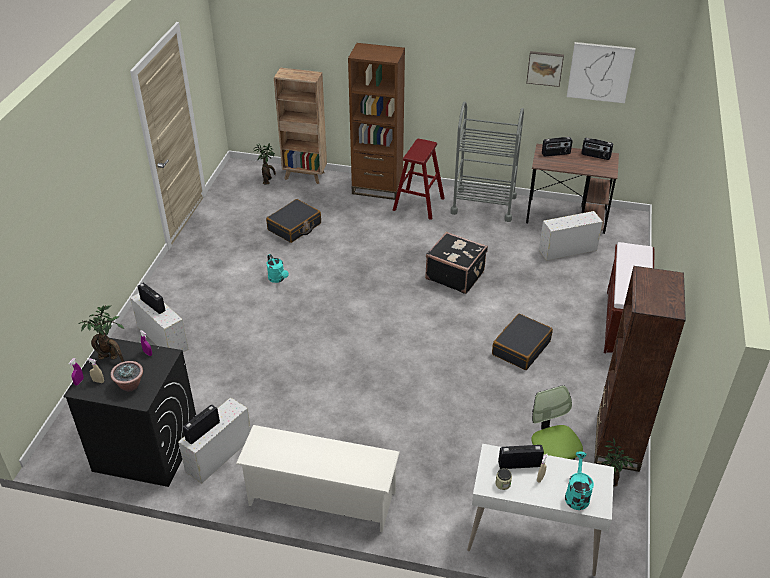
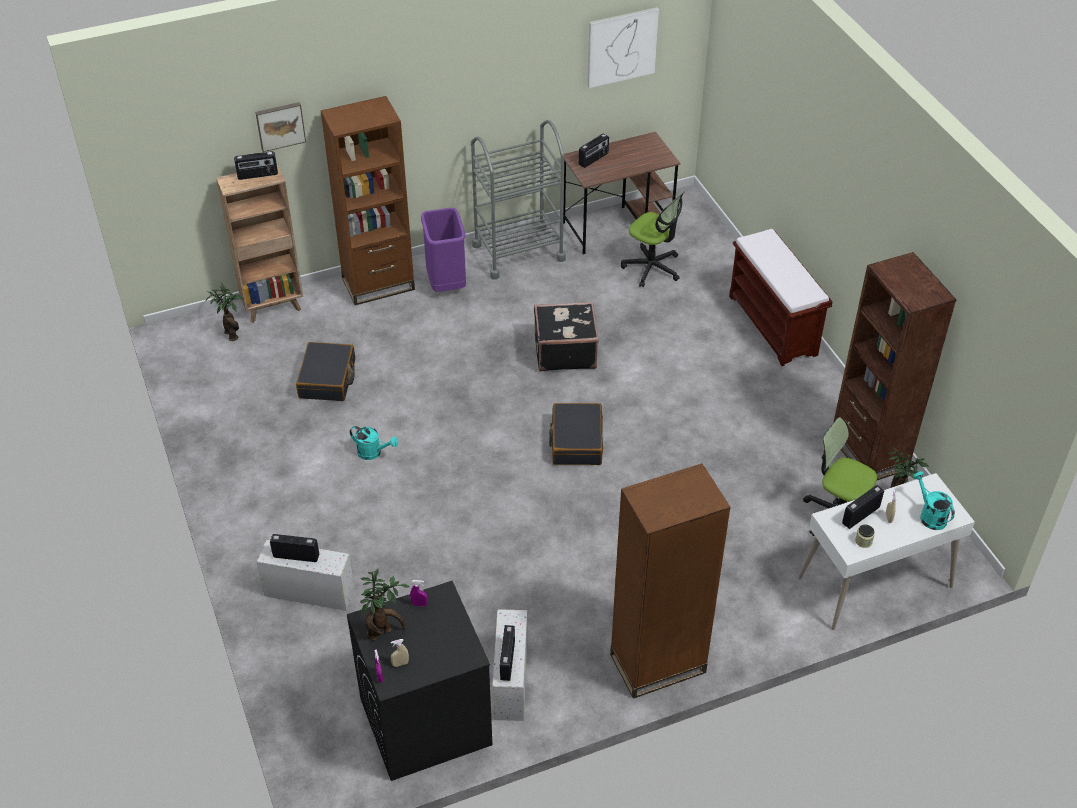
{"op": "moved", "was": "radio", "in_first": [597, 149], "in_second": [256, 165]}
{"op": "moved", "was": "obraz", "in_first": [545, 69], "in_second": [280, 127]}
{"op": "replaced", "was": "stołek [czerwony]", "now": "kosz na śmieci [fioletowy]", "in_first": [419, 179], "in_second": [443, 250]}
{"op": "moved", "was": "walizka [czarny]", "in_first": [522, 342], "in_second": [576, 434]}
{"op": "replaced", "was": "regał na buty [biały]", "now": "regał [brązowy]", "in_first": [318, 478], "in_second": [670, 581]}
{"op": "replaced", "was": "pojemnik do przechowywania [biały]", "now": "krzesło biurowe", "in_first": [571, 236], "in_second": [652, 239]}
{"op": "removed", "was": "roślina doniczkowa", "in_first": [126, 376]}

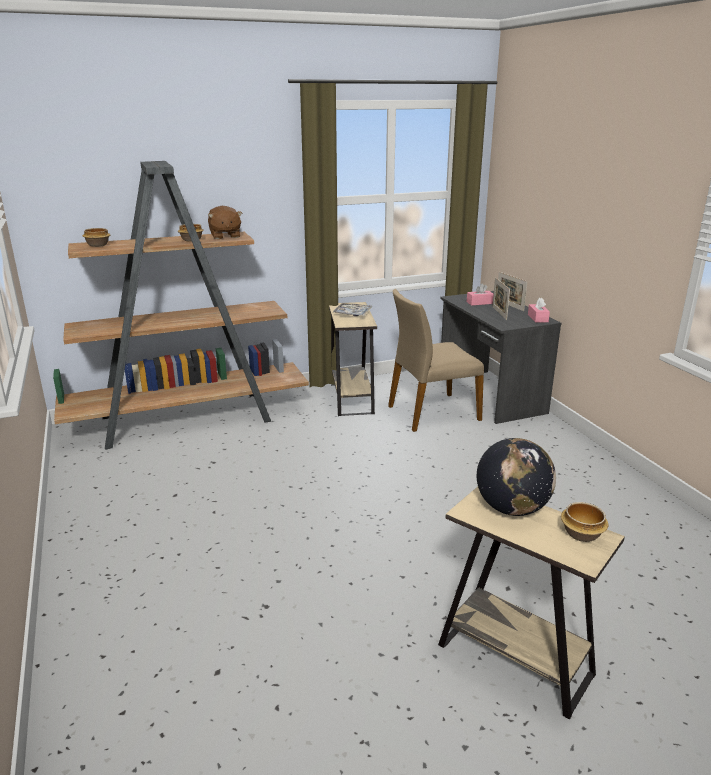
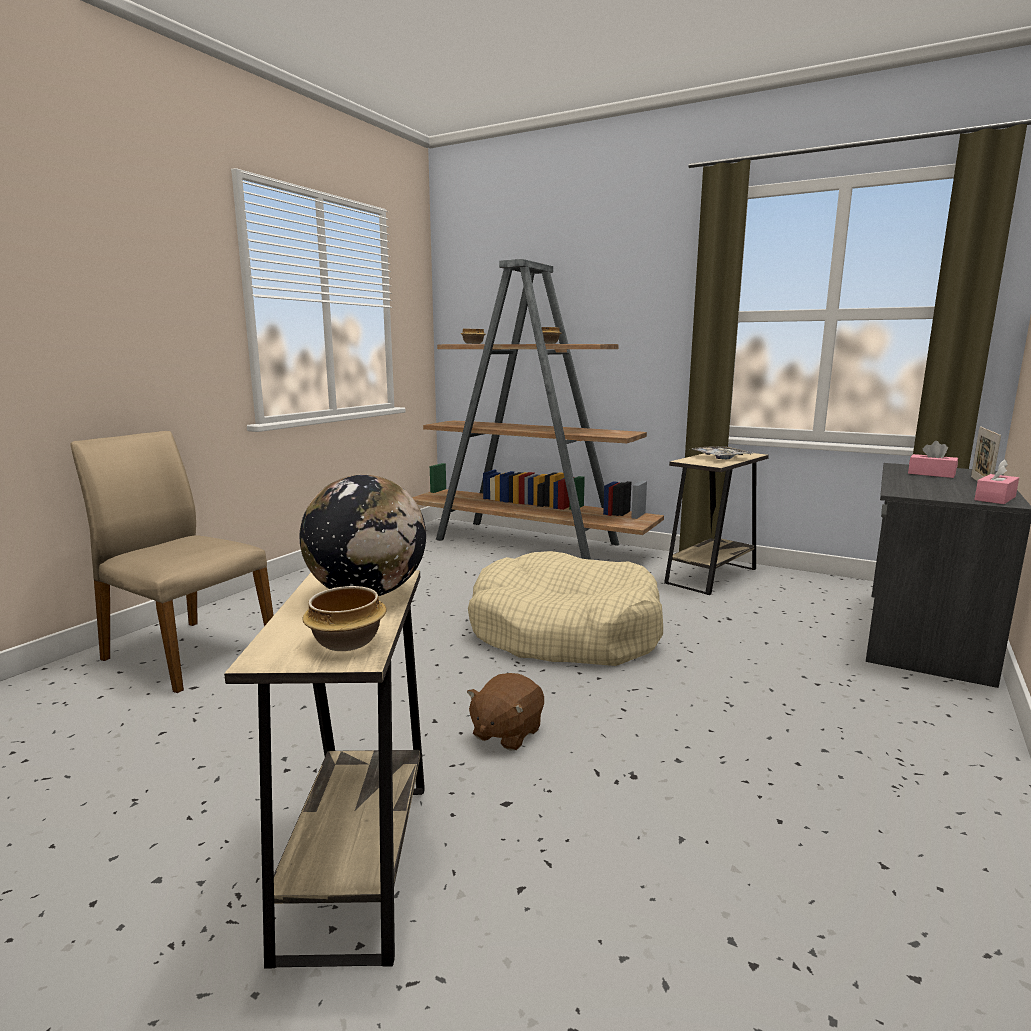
{"op": "moved", "was": "krzesło [beżowy]", "in_first": [436, 360], "in_second": [172, 562]}
{"op": "moved", "was": "pluszak [brązowy]", "in_first": [225, 222], "in_second": [505, 712]}
{"op": "added", "now": "legowisko [beżowy]", "in_second": [565, 608]}
{"op": "removed", "was": "ramka na zdjęcie", "in_first": [501, 298]}

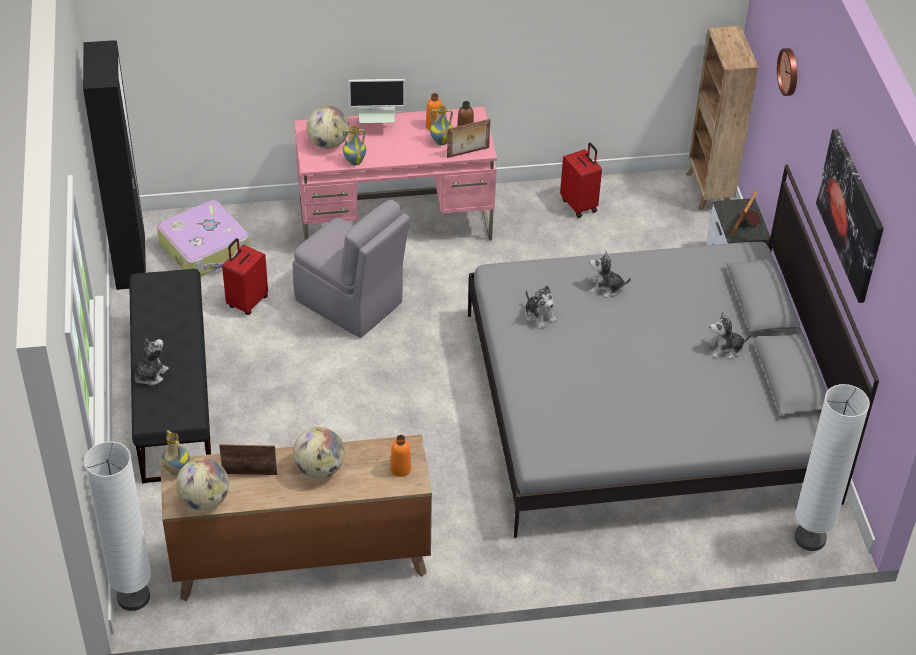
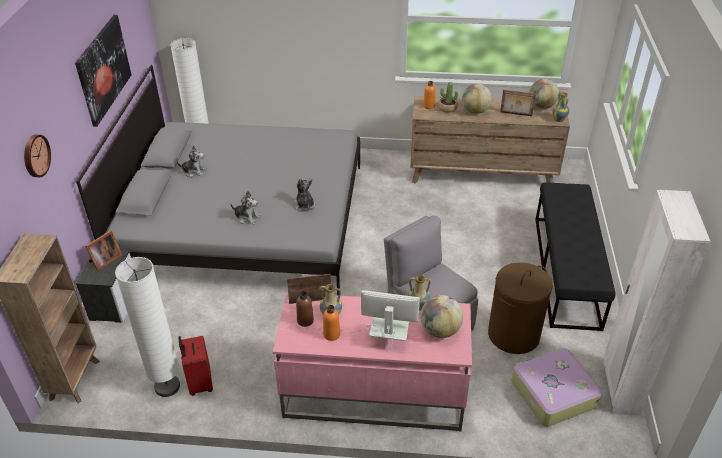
{"op": "moved", "was": "lampa stojąca [biały]", "in_first": [117, 526], "in_second": [147, 327]}
{"op": "added", "now": "roślina doniczkowa", "in_second": [448, 97]}
{"op": "replaced", "was": "walizka [czerwony]", "now": "kosz na pranie [brązowy]", "in_first": [245, 276], "in_second": [520, 308]}
{"op": "recoloured", "was": "szafa [czarny]", "now": "szafa [biały]", "in_first": [114, 165], "in_second": [656, 303]}
{"op": "removed", "was": "pluszak", "in_first": [151, 362]}

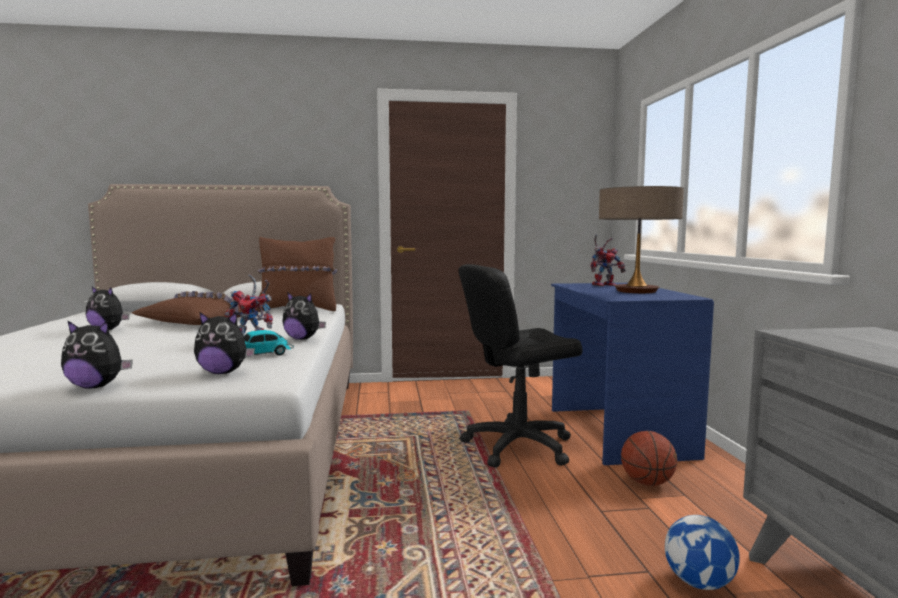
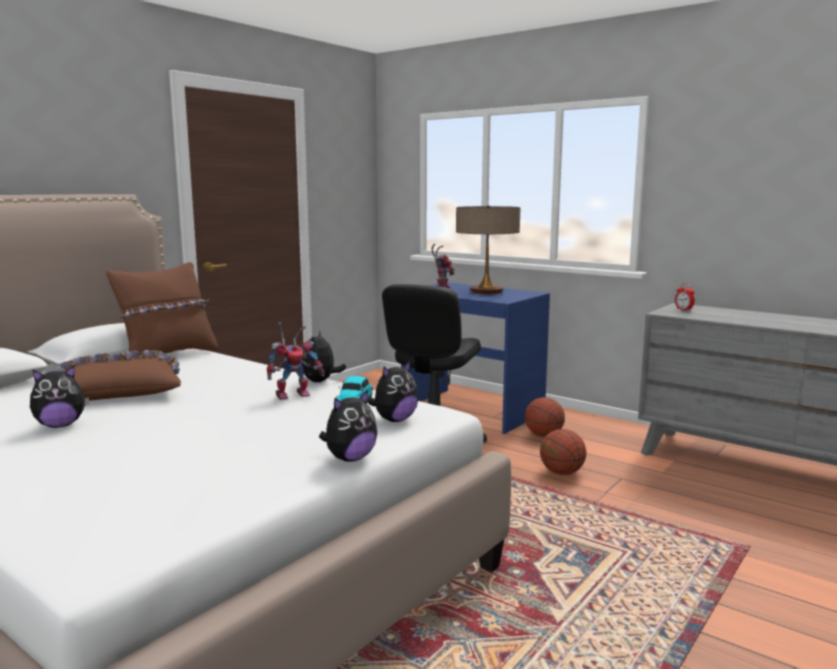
{"op": "turned", "was": "pluszak", "in_first": [304, 316], "in_second": [323, 356], "clockwise": 120}
{"op": "added", "now": "piłka do koszykówki", "in_second": [563, 452]}
{"op": "added", "now": "budzik", "in_second": [685, 297]}
{"op": "removed", "was": "piłka futbolowa", "in_first": [702, 552]}

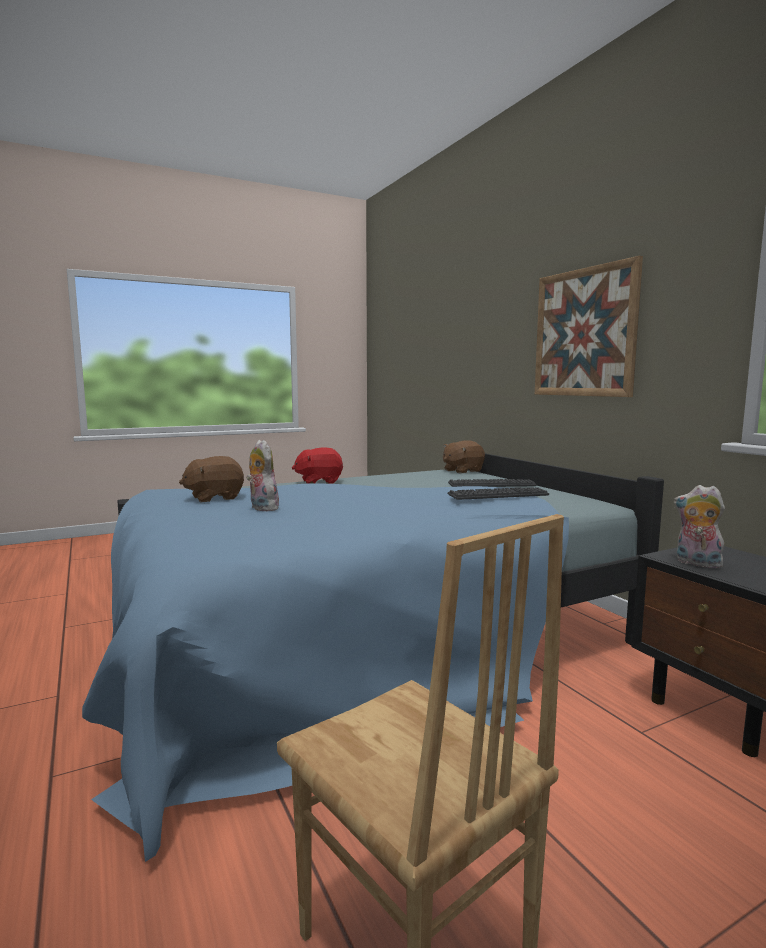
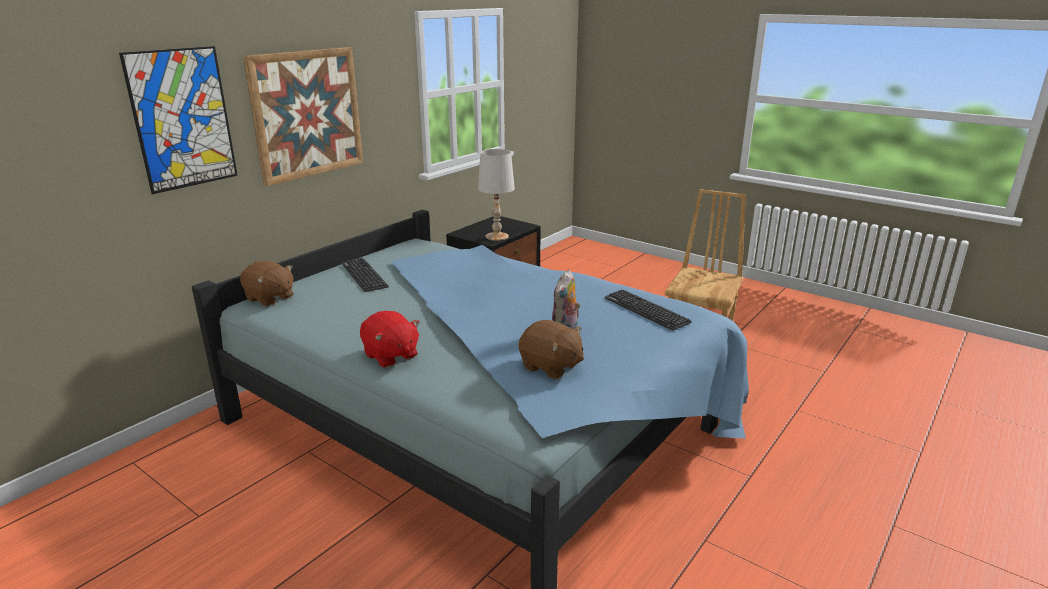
{"op": "added", "now": "obraz", "in_second": [178, 120]}
{"op": "replaced", "was": "pluszak", "now": "lampa stołowa [biały]", "in_first": [699, 526], "in_second": [496, 195]}
{"op": "moved", "was": "klawiatura", "in_first": [498, 493], "in_second": [648, 310]}

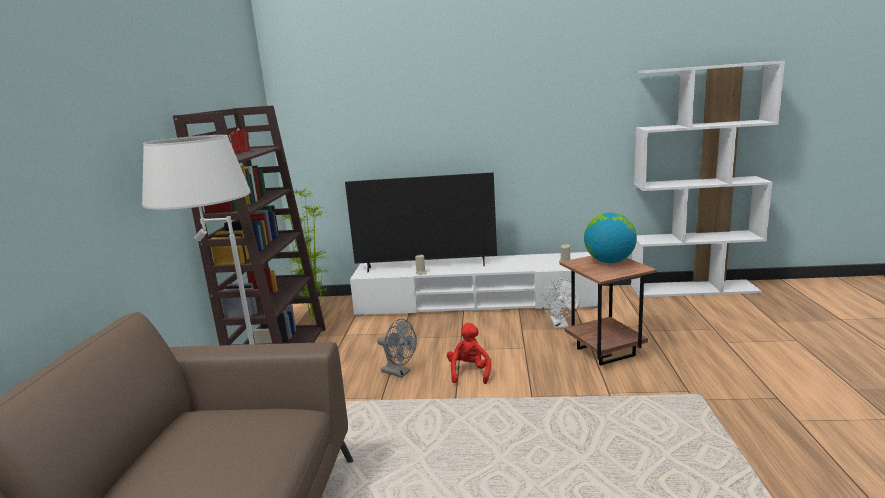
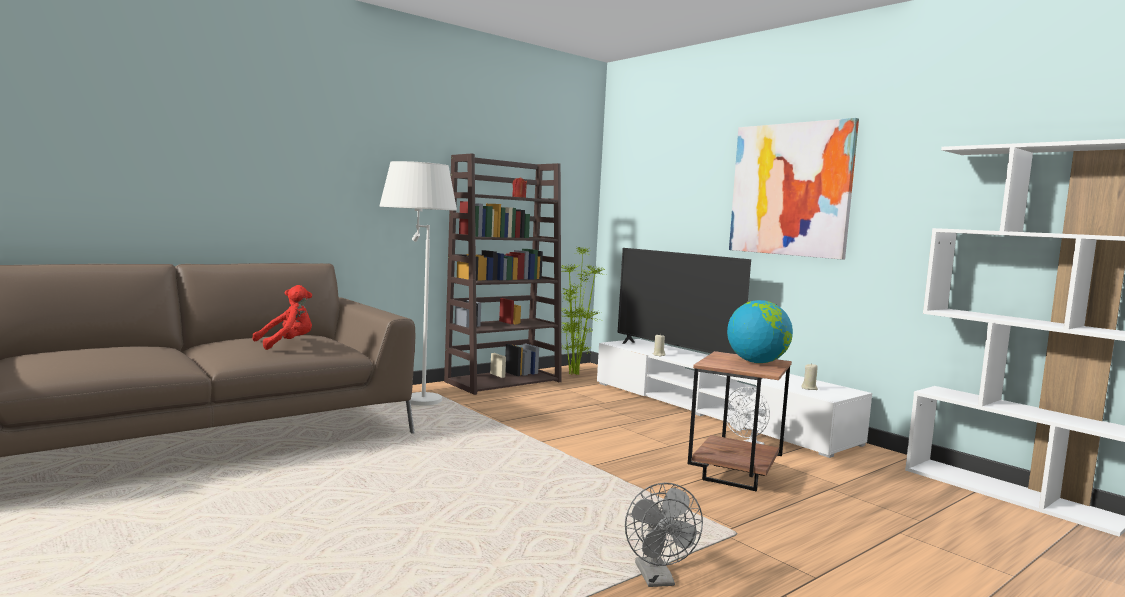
{"op": "moved", "was": "pluszak [czerwony]", "in_first": [469, 353], "in_second": [282, 317]}
{"op": "moved", "was": "wentylator [szary]", "in_first": [397, 348], "in_second": [664, 534]}
{"op": "added", "now": "obraz", "in_second": [794, 189]}

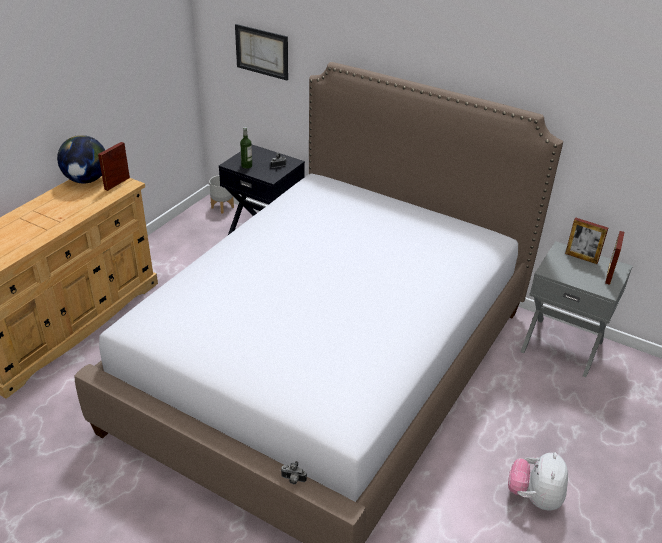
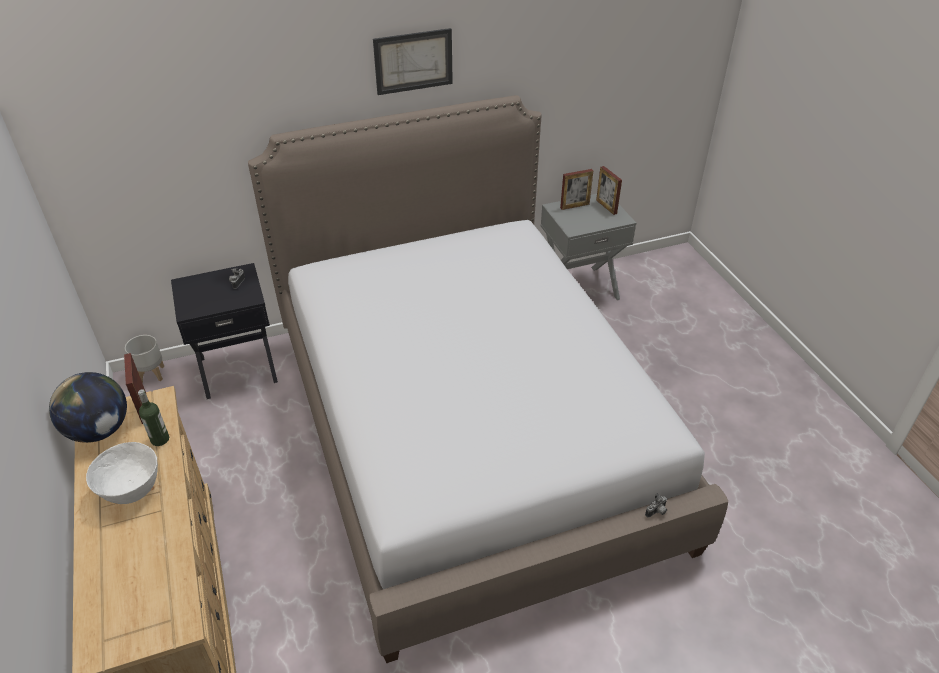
{"op": "added", "now": "miska [biały]", "in_second": [122, 473]}
{"op": "moved", "was": "butelka", "in_first": [246, 148], "in_second": [153, 417]}
{"op": "moved", "was": "obraz", "in_first": [261, 52], "in_second": [413, 61]}
{"op": "removed", "was": "pluszak", "in_first": [538, 481]}

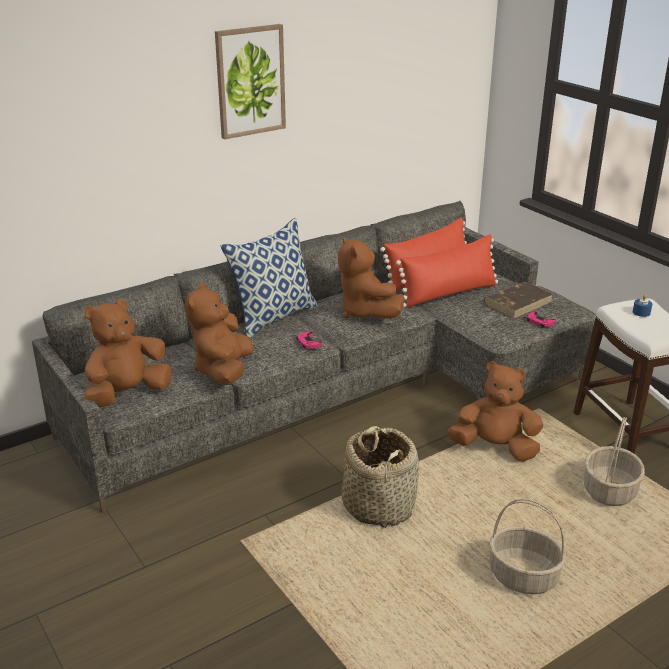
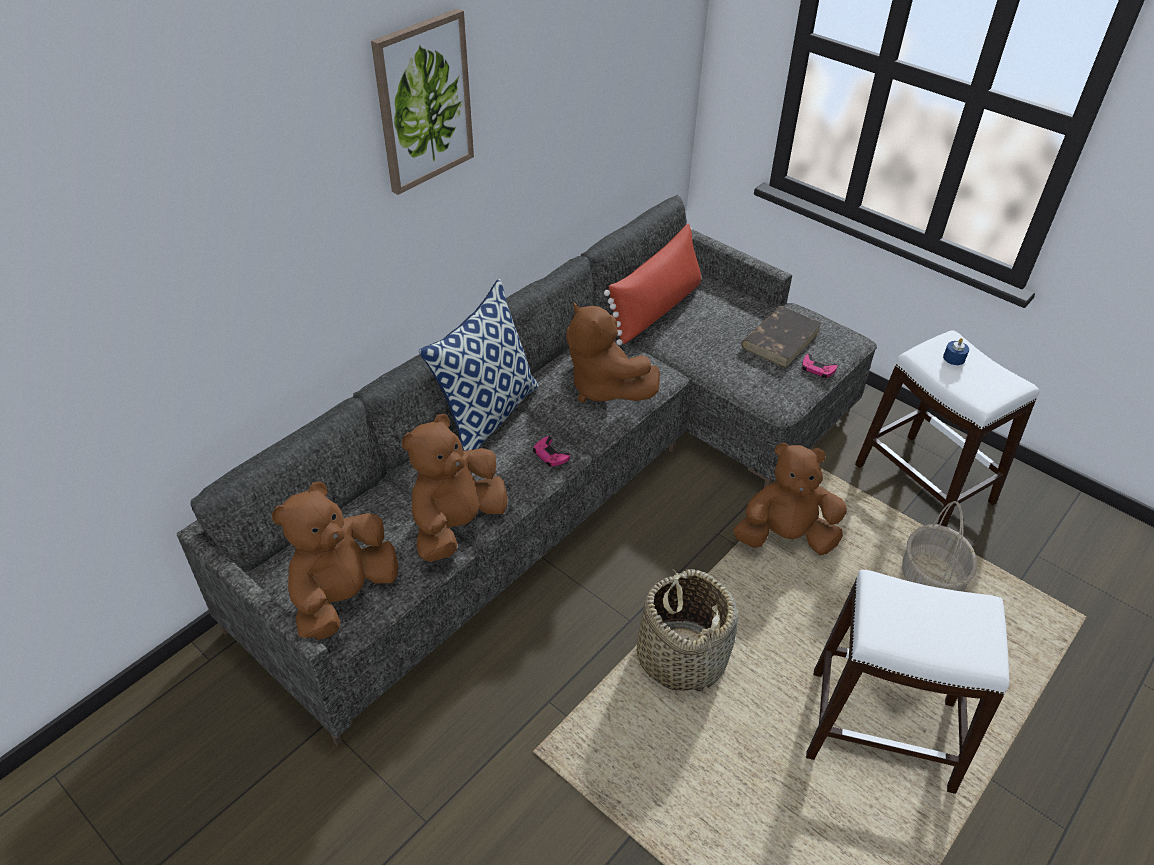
{"op": "turned", "was": "pluszak [brązowy]", "in_first": [219, 333], "in_second": [455, 488], "clockwise": 45}
{"op": "replaced", "was": "koszyk", "now": "stołek [biały]", "in_first": [527, 546], "in_second": [907, 682]}
{"op": "removed", "was": "poduszka [czerwony]", "in_first": [447, 271]}

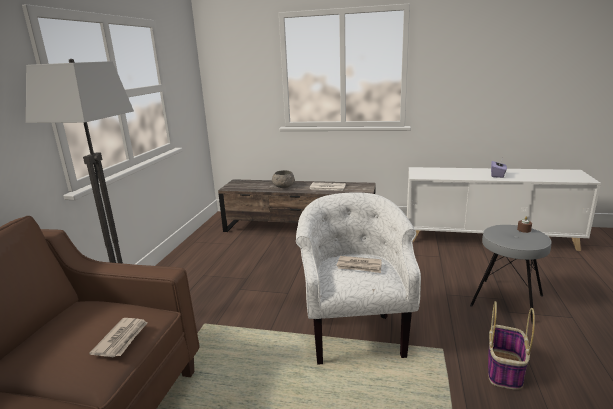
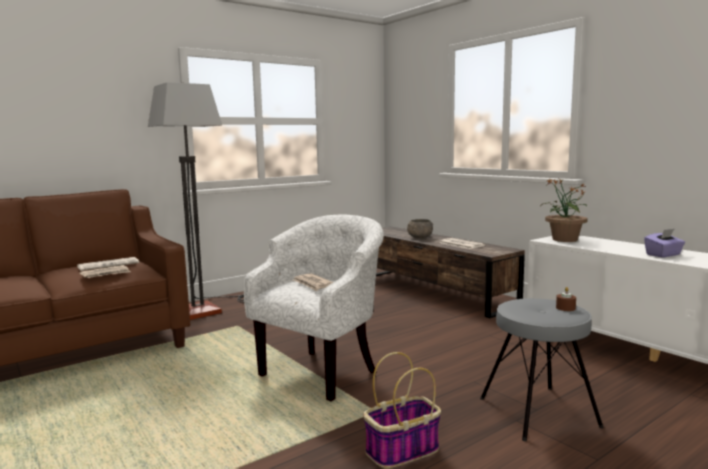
{"op": "added", "now": "gazeta", "in_second": [108, 264]}
{"op": "added", "now": "roślina doniczkowa", "in_second": [564, 210]}

